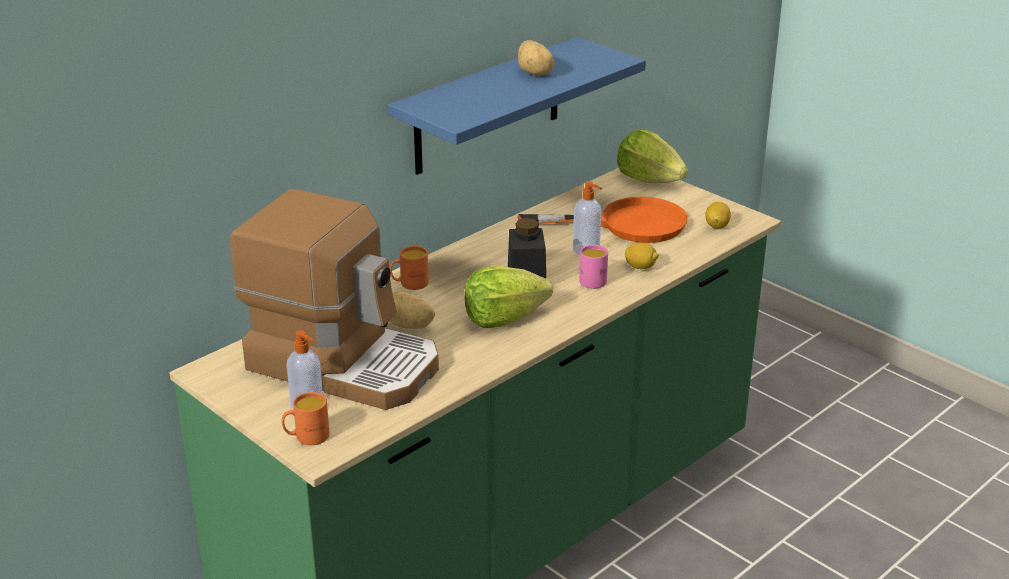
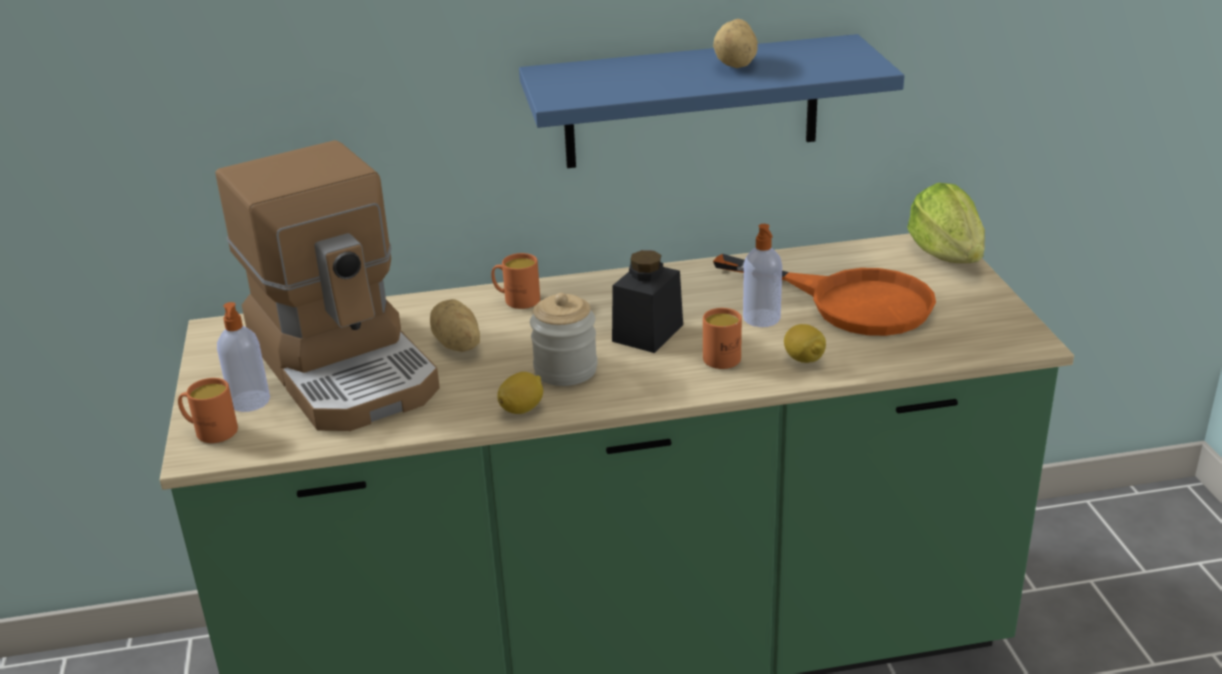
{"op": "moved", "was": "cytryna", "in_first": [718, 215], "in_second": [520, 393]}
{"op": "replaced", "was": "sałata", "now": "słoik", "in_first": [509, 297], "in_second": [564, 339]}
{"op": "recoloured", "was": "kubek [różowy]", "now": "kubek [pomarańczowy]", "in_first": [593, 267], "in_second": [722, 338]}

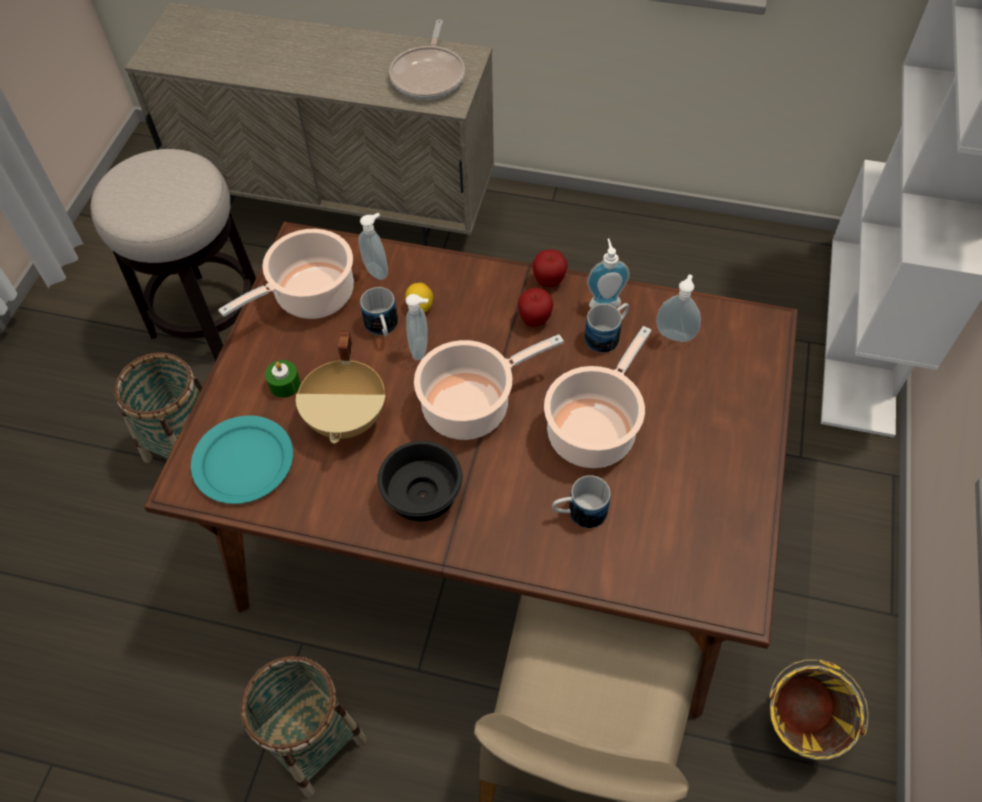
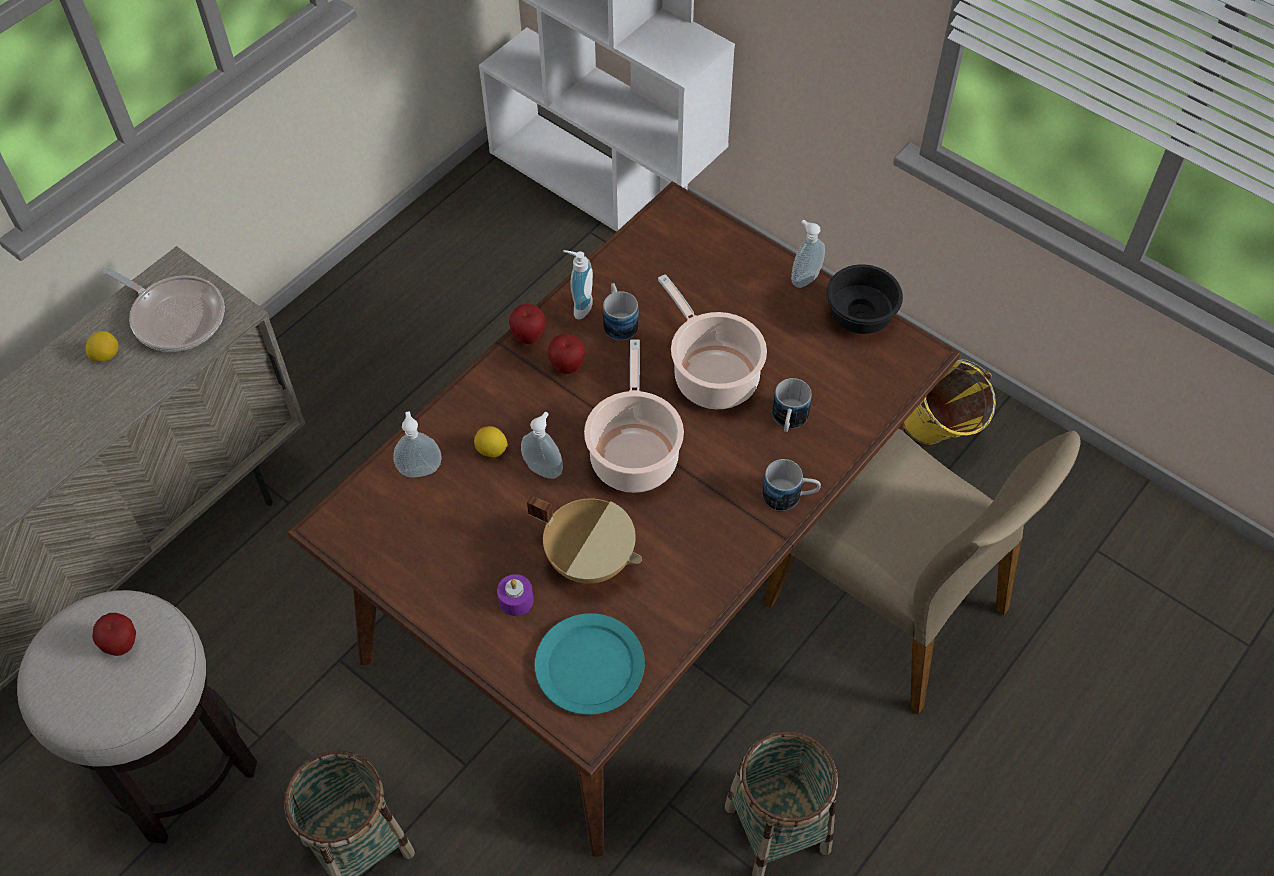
{"op": "added", "now": "cytryna", "in_second": [102, 346]}
{"op": "added", "now": "jabłko", "in_second": [114, 634]}
{"op": "recoloured", "was": "świeca [zielony]", "now": "świeca [fioletowy]", "in_first": [283, 379], "in_second": [515, 595]}
{"op": "moved", "was": "kubek", "in_first": [379, 312], "in_second": [791, 485]}
{"op": "moved", "was": "dozownik mydła", "in_first": [678, 308], "in_second": [808, 254]}
{"op": "moved", "was": "miska [czarny]", "in_first": [420, 481], "in_second": [864, 299]}
{"op": "removed", "was": "garnek", "in_first": [286, 274]}

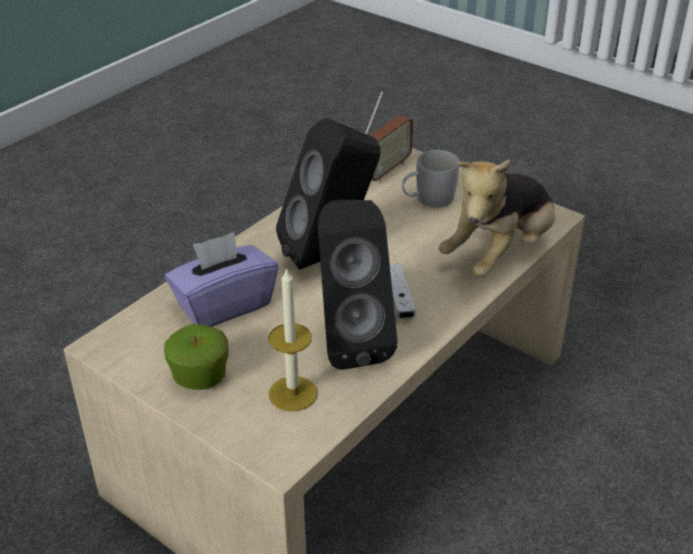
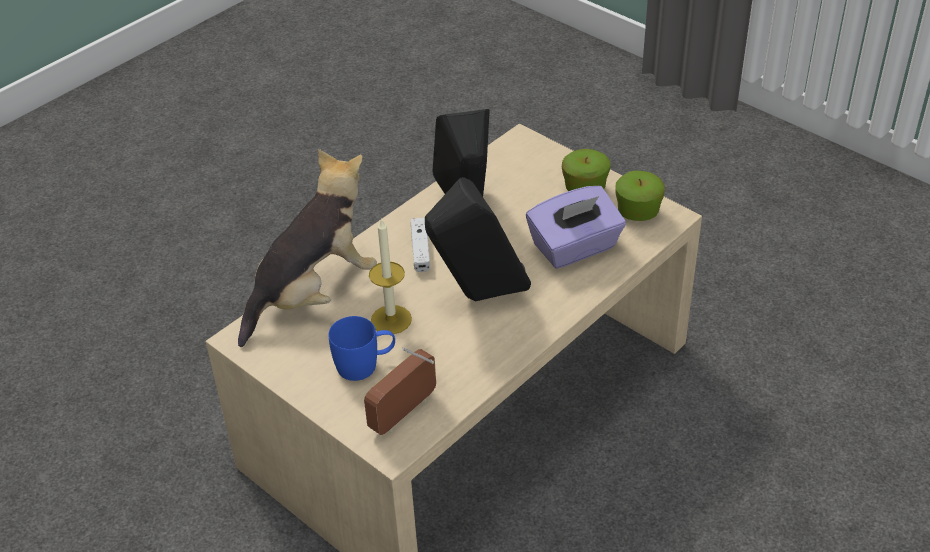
{"op": "recoloured", "was": "kubek [biały]", "now": "kubek [niebieski]", "in_first": [430, 179], "in_second": [362, 348]}
{"op": "moved", "was": "świeca", "in_first": [292, 339], "in_second": [390, 276]}
{"op": "added", "now": "jabłko", "in_second": [640, 196]}

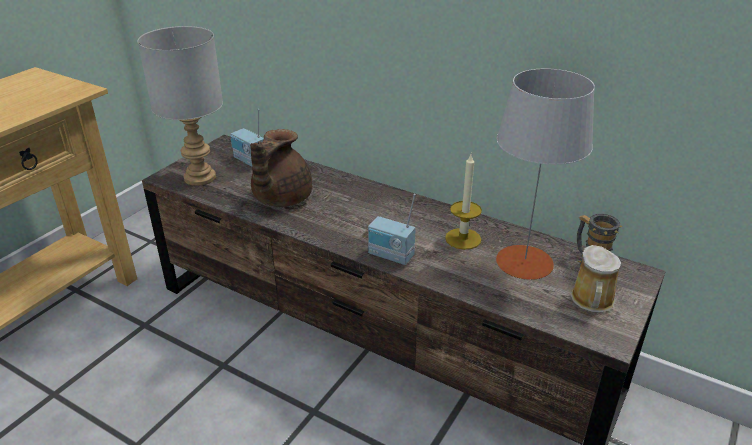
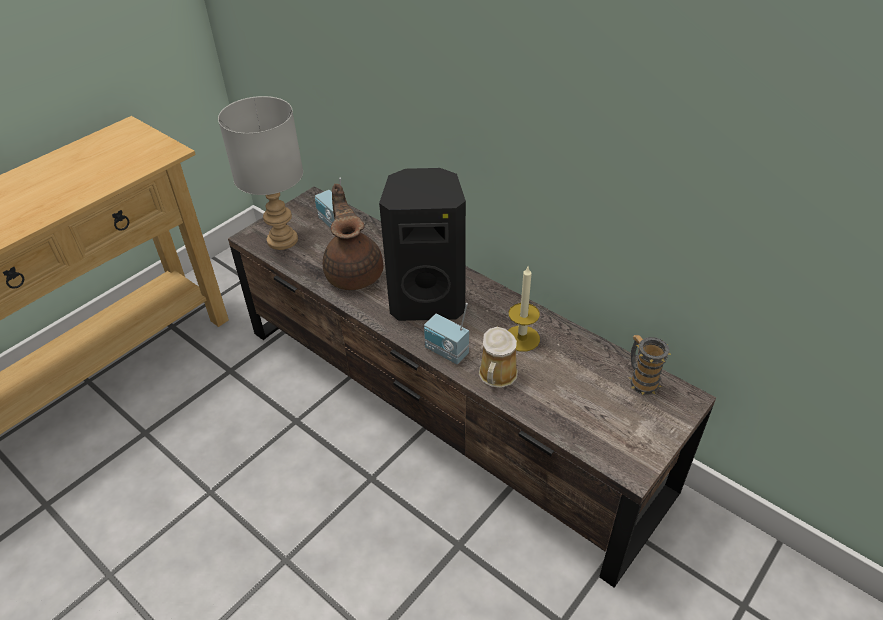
{"op": "turned", "was": "imbryk [brązowy]", "in_first": [281, 168], "in_second": [353, 237], "clockwise": 135}
{"op": "added", "now": "głośnik [czarny]", "in_second": [422, 244]}
{"op": "moved", "was": "kubek", "in_first": [595, 279], "in_second": [498, 357]}
{"op": "removed", "was": "lampa stołowa [szary]", "in_first": [545, 174]}

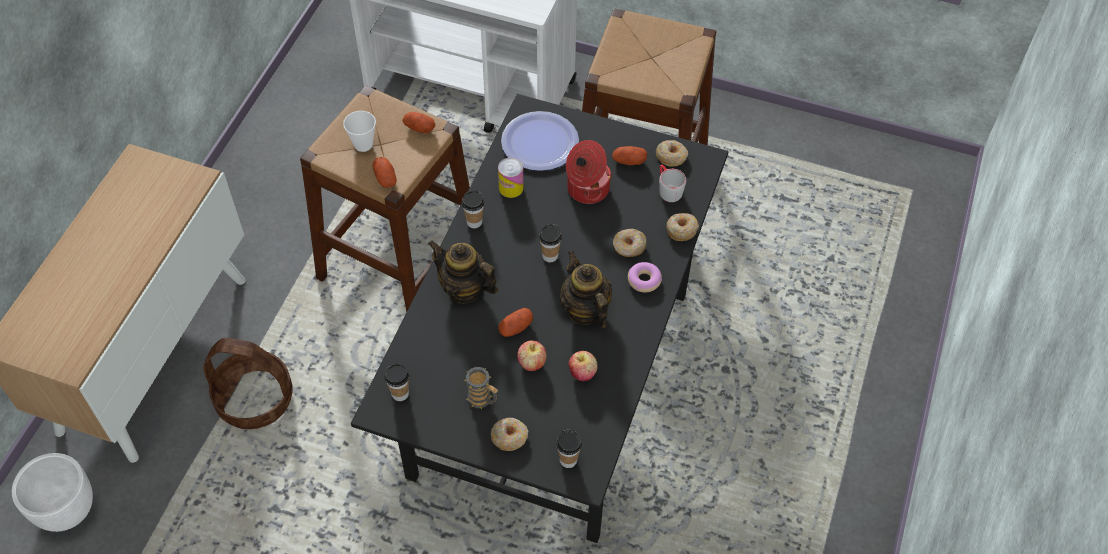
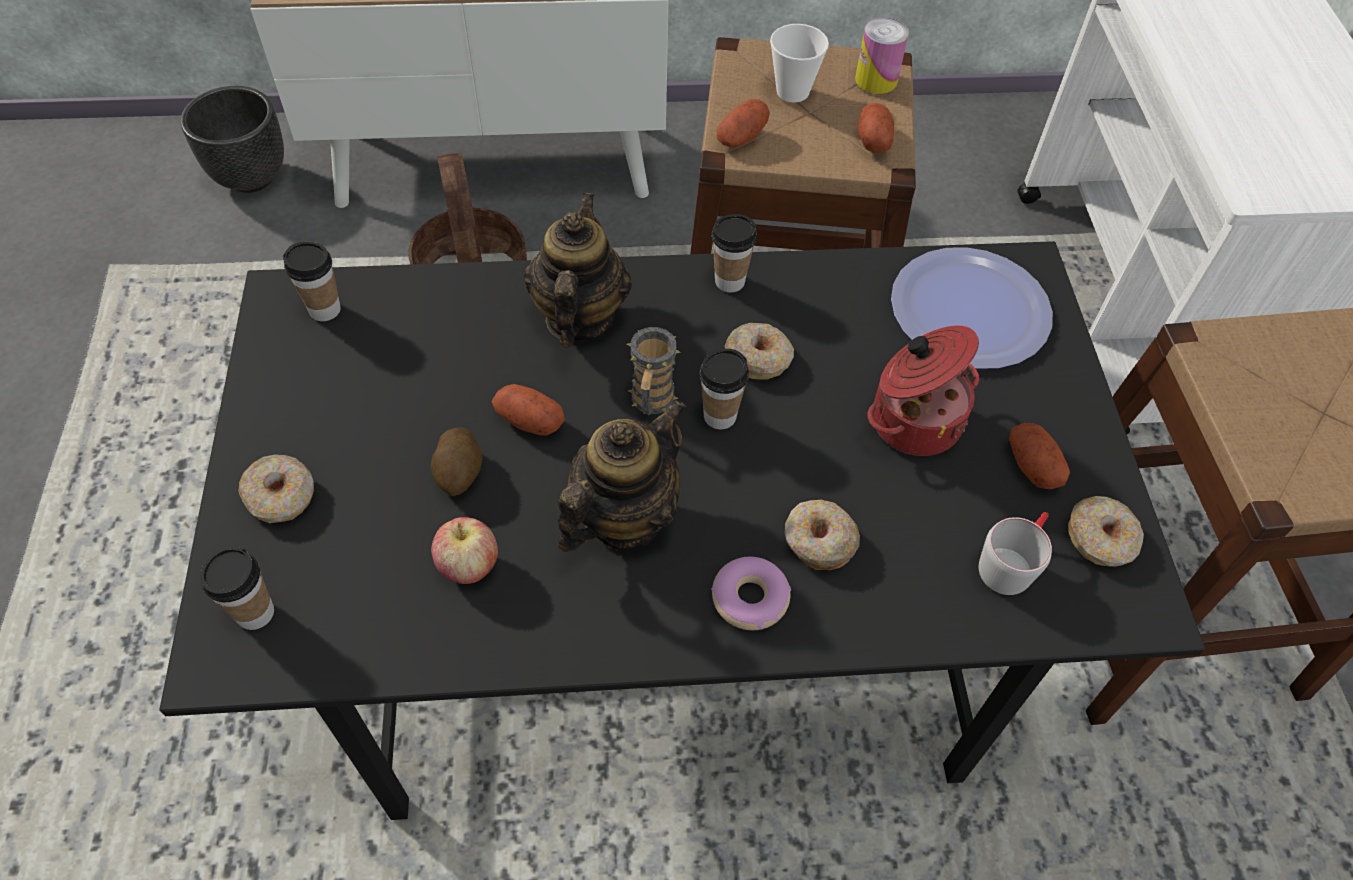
{"op": "recoloured", "was": "donica [biały]", "now": "donica [czarny]", "in_first": [52, 492], "in_second": [232, 139]}
{"op": "replaced", "was": "jabłko", "now": "ziemniak", "in_first": [532, 356], "in_second": [456, 461]}
{"op": "moved", "was": "kubek", "in_first": [481, 387], "in_second": [653, 371]}
{"op": "moved", "was": "donut", "in_first": [682, 227], "in_second": [759, 351]}
{"op": "moved", "was": "puszka", "in_first": [511, 177], "in_second": [882, 55]}

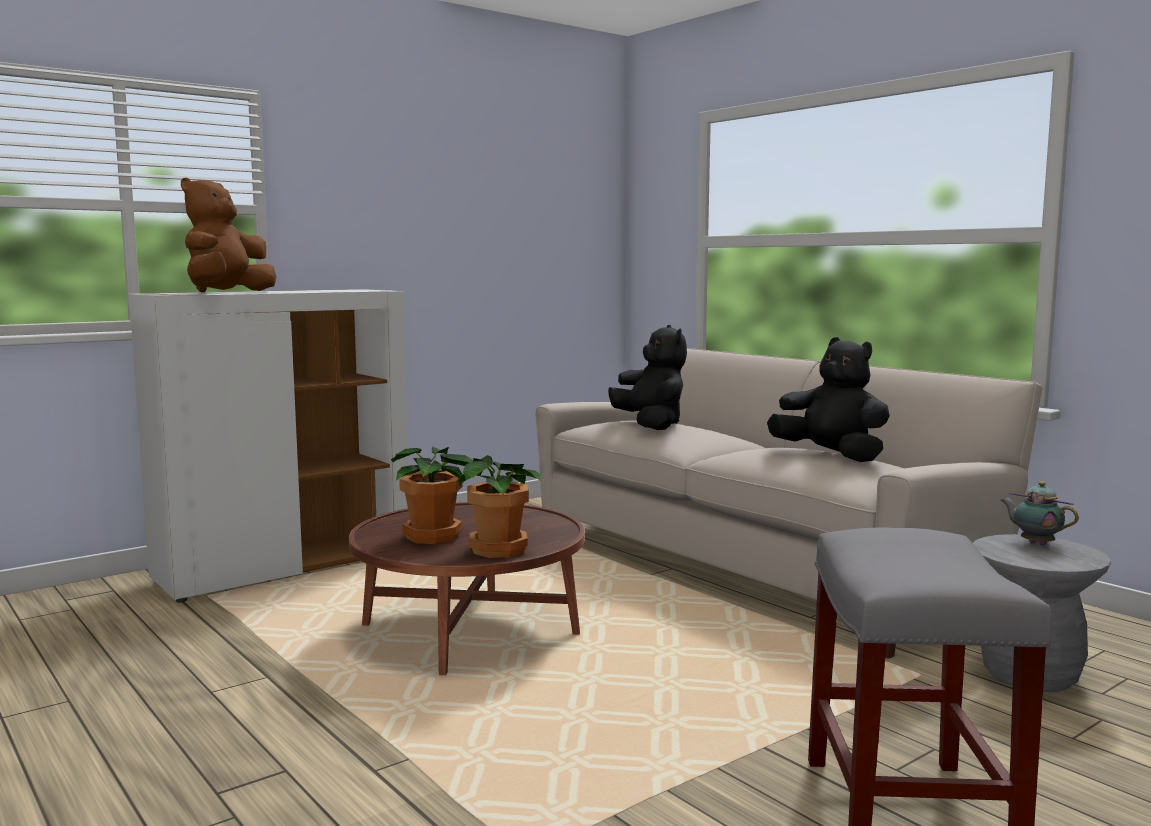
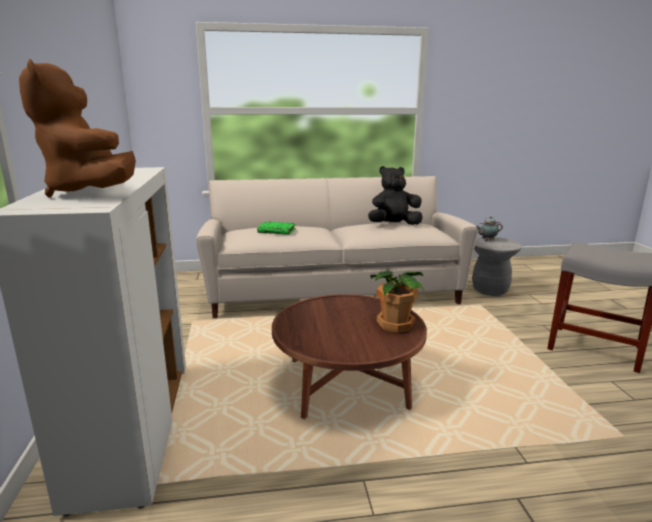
{"op": "replaced", "was": "pluszak [czarny]", "now": "książka [zielony]", "in_first": [647, 377], "in_second": [276, 228]}
{"op": "removed", "was": "roślina doniczkowa", "in_first": [437, 495]}

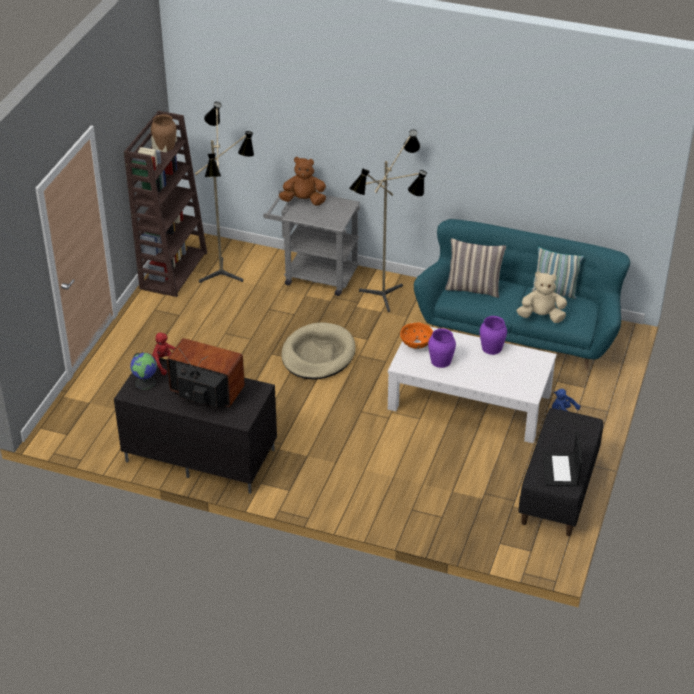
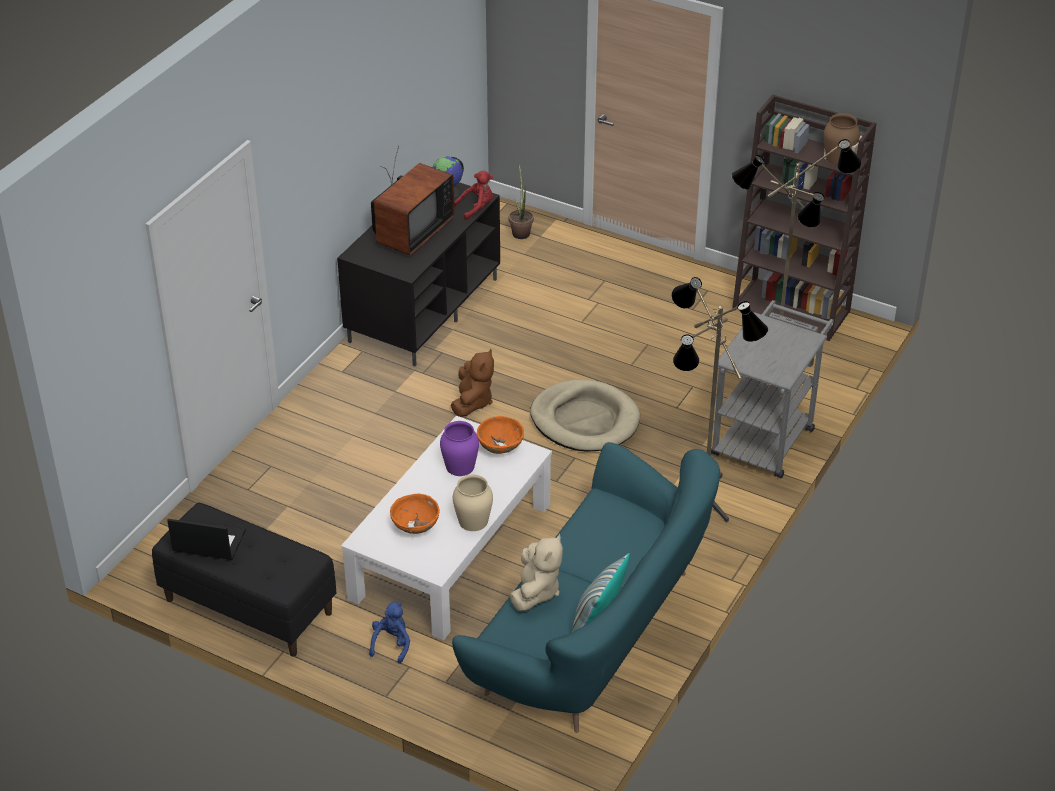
{"op": "added", "now": "miska [pomarańczowy]", "in_second": [415, 513]}
{"op": "moved", "was": "pluszak [brązowy]", "in_first": [302, 181], "in_second": [472, 383]}
{"op": "recoloured", "was": "wazon [fioletowy]", "now": "wazon [beżowy]", "in_first": [493, 335], "in_second": [473, 502]}
{"op": "added", "now": "roślina doniczkowa", "in_second": [521, 201]}
{"op": "removed", "was": "poduszka", "in_first": [475, 268]}

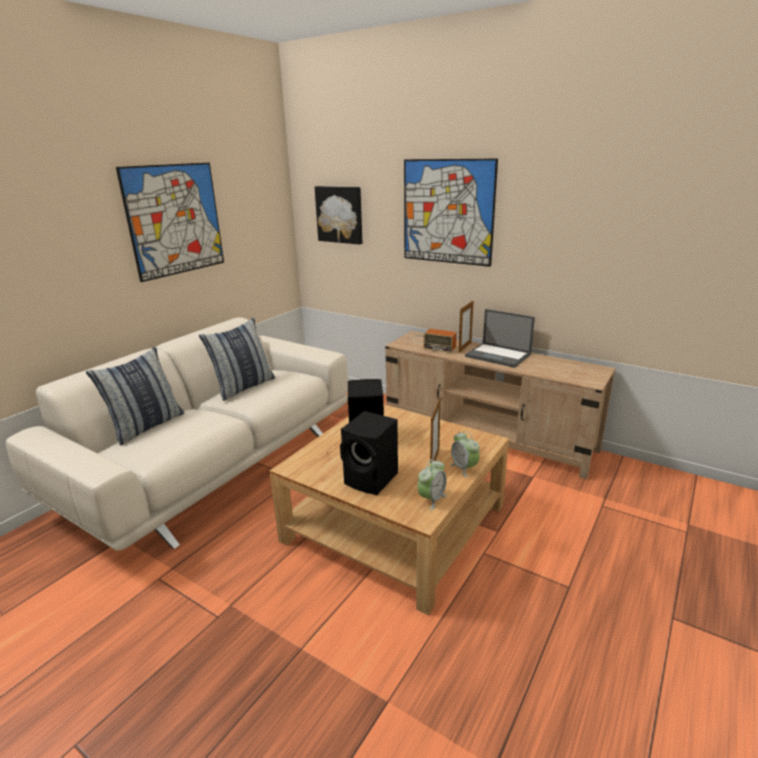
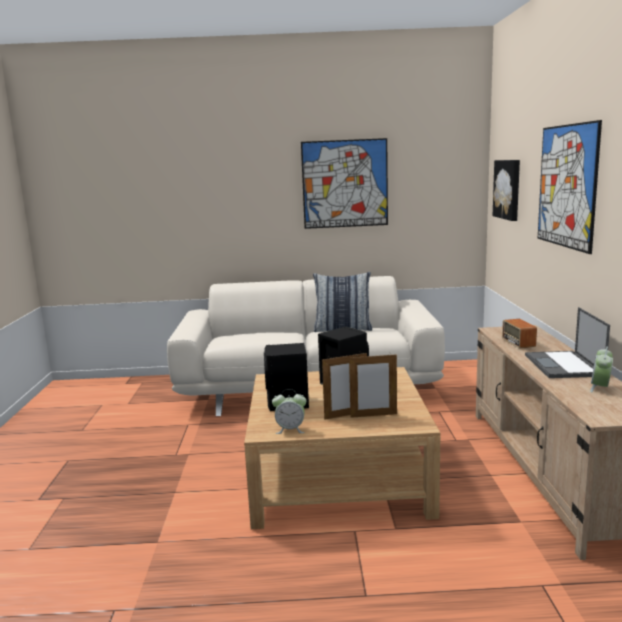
{"op": "moved", "was": "ramka na zdjęcie", "in_first": [466, 326], "in_second": [373, 385]}
{"op": "moved", "was": "budzik", "in_first": [465, 454], "in_second": [601, 369]}
{"op": "removed", "was": "poduszka", "in_first": [135, 396]}

